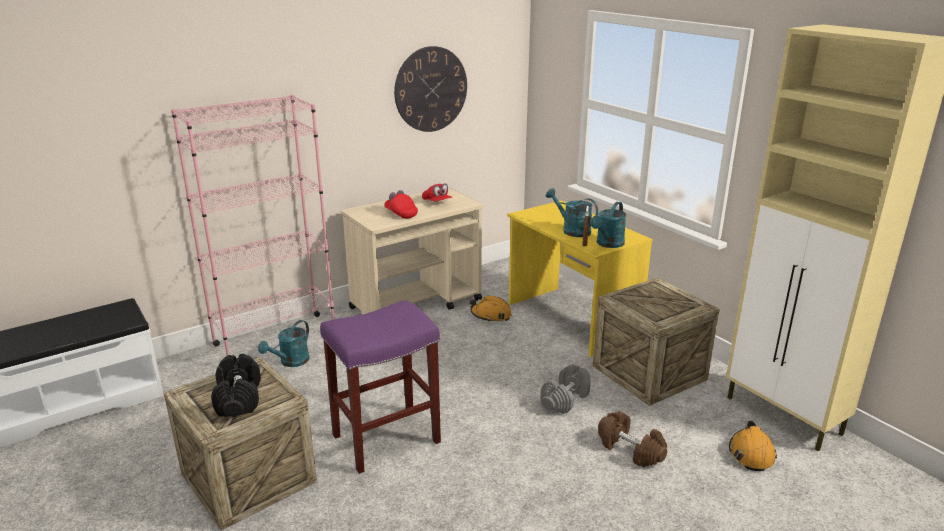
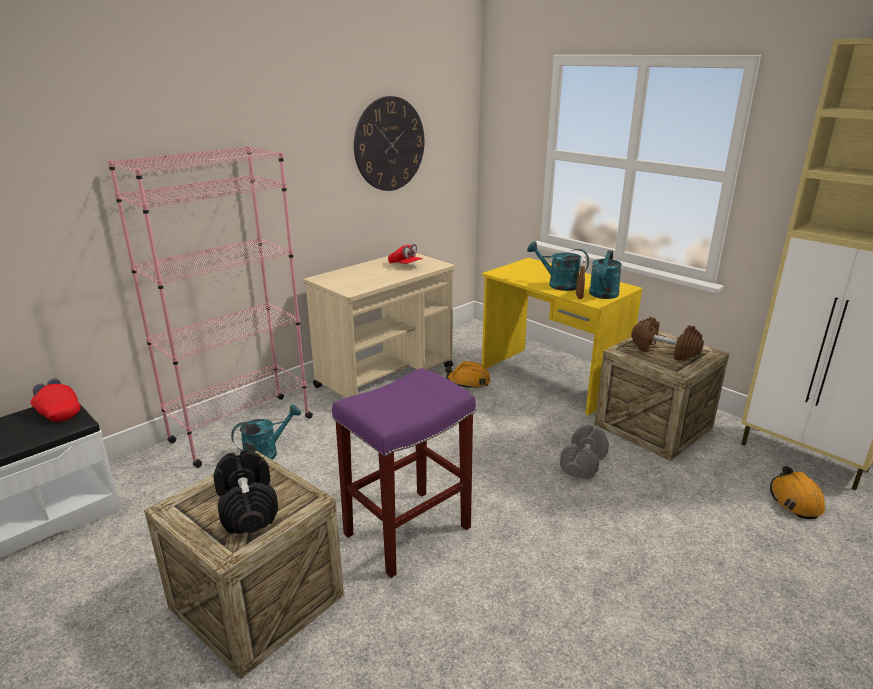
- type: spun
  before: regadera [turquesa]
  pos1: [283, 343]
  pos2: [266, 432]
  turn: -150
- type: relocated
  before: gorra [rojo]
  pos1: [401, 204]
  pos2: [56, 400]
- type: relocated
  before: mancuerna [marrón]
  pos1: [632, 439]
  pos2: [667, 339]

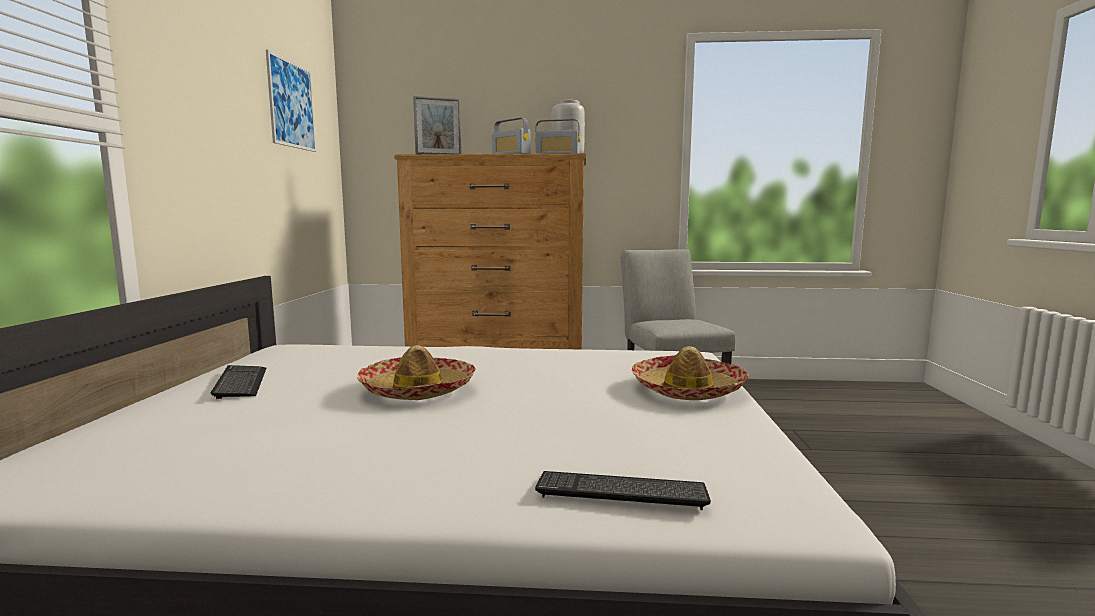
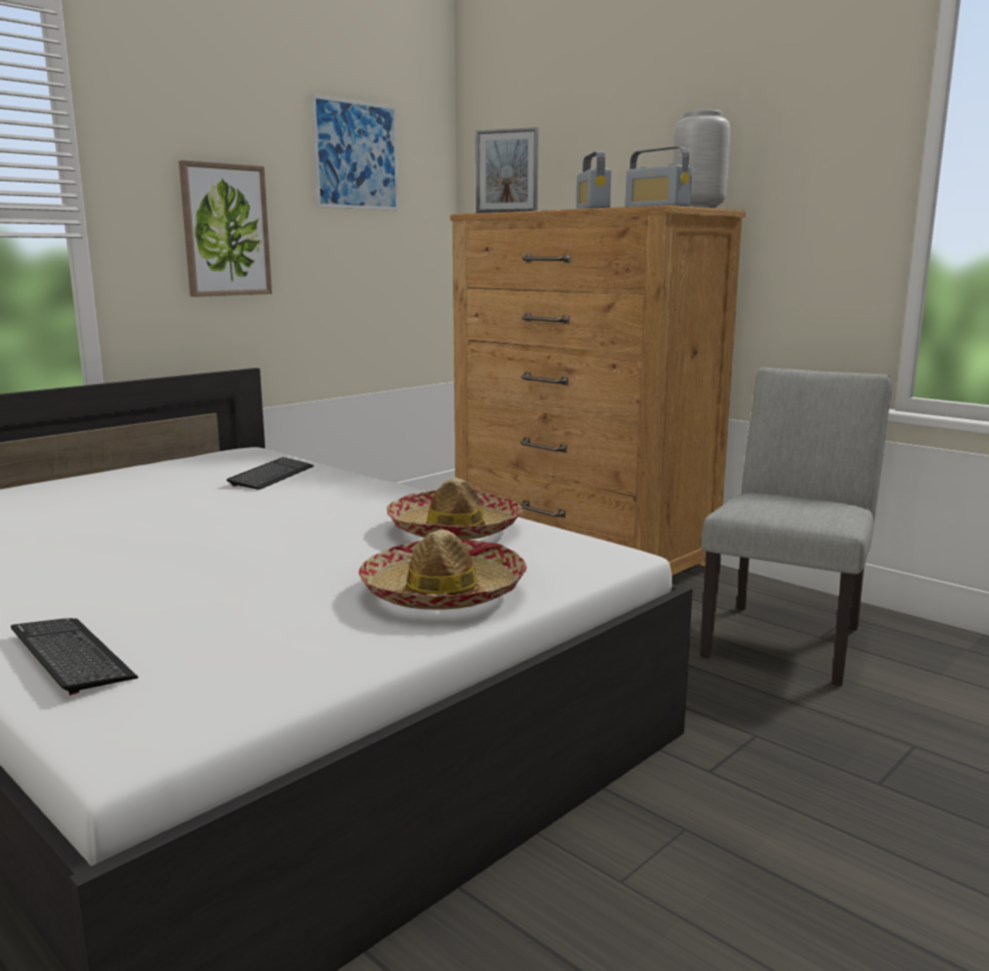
- type: relocated
  before: teclado
  pos1: [238, 382]
  pos2: [270, 473]
- type: relocated
  before: sombrero
  pos1: [416, 372]
  pos2: [454, 509]
- type: appeared
  after: cuadro
  pos2: [225, 228]

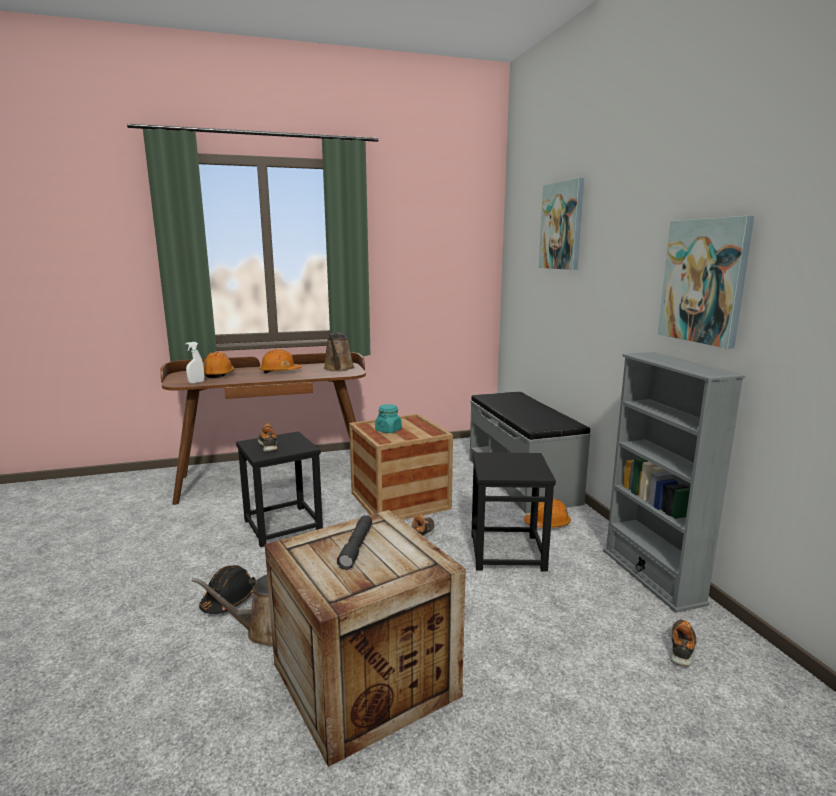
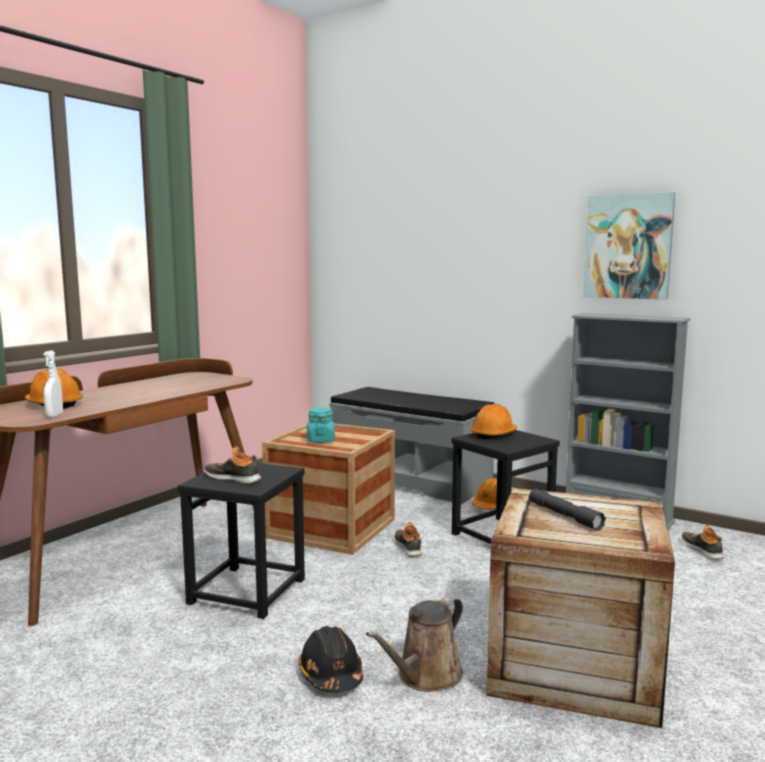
- type: relocated
  before: casco [naranja]
  pos1: [280, 361]
  pos2: [493, 421]
- type: missing
  before: regadera [marrón]
  pos1: [338, 352]
- type: missing
  before: cuadro
  pos1: [561, 224]

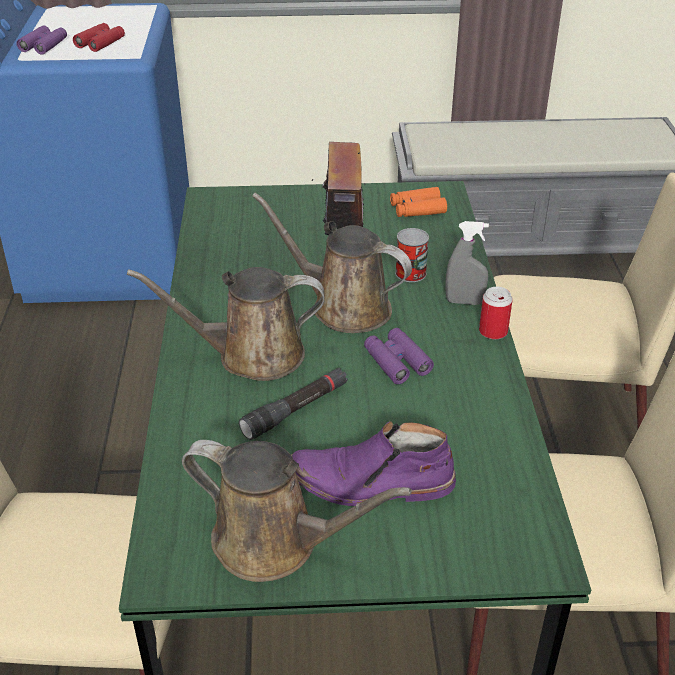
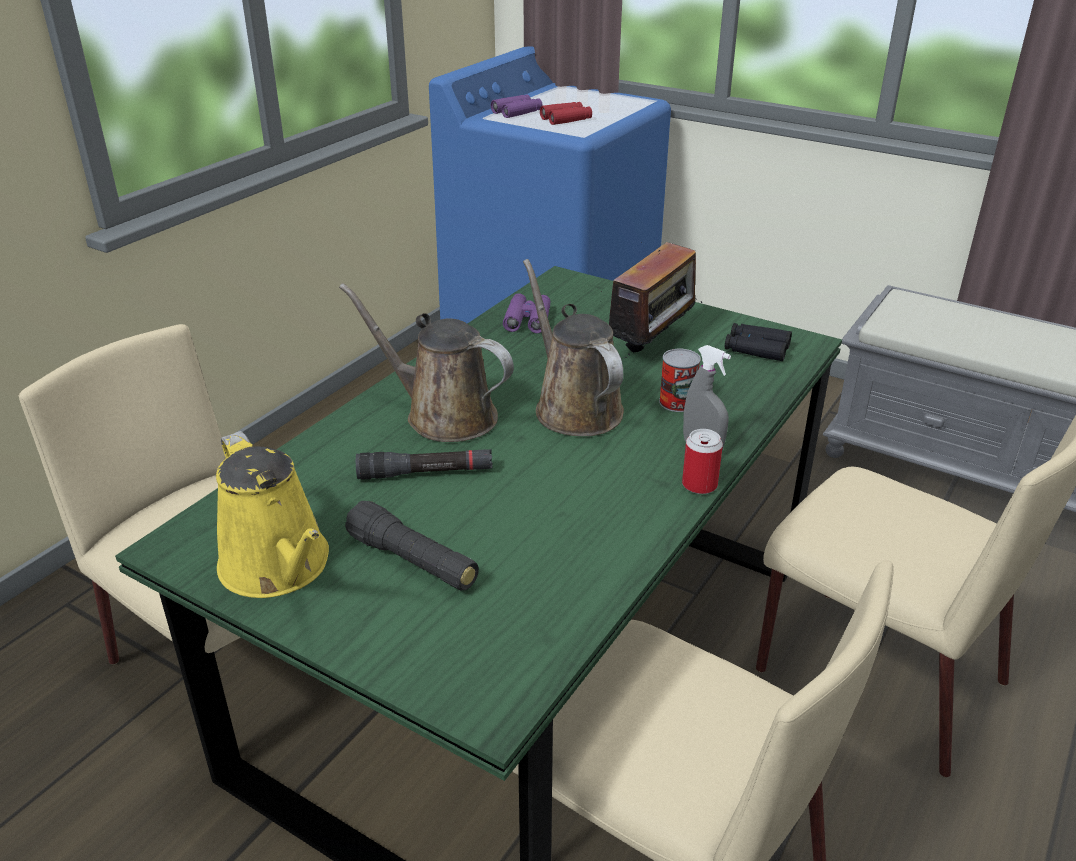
- type: colour
  before: regadera [marrón]
  after: regadera [amarillo]
  pos1: [297, 511]
  pos2: [272, 514]
- type: exchanged
  before: bota [morado]
  after: linterna [negro]
  pos1: [373, 463]
  pos2: [412, 546]
- type: relocated
  before: prismáticos [morado]
  pos1: [399, 356]
  pos2: [527, 313]
- type: colour
  before: prismáticos [naranja]
  after: prismáticos [negro]
  pos1: [418, 202]
  pos2: [758, 342]

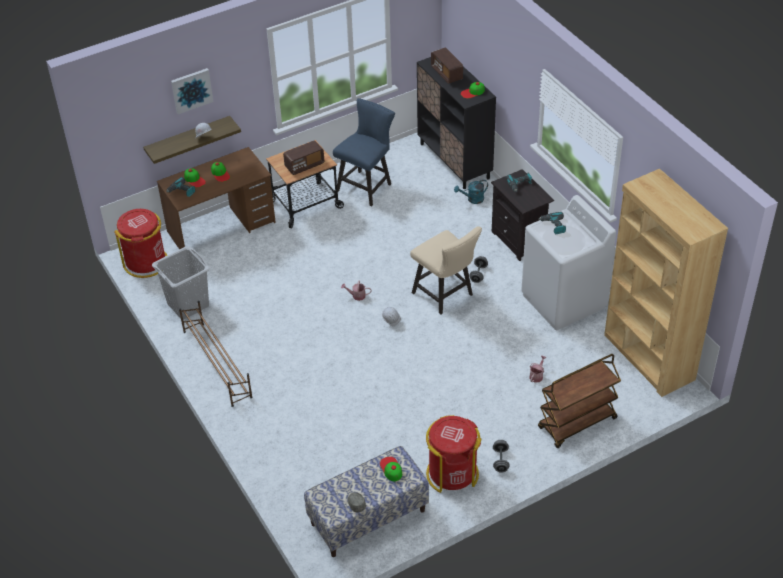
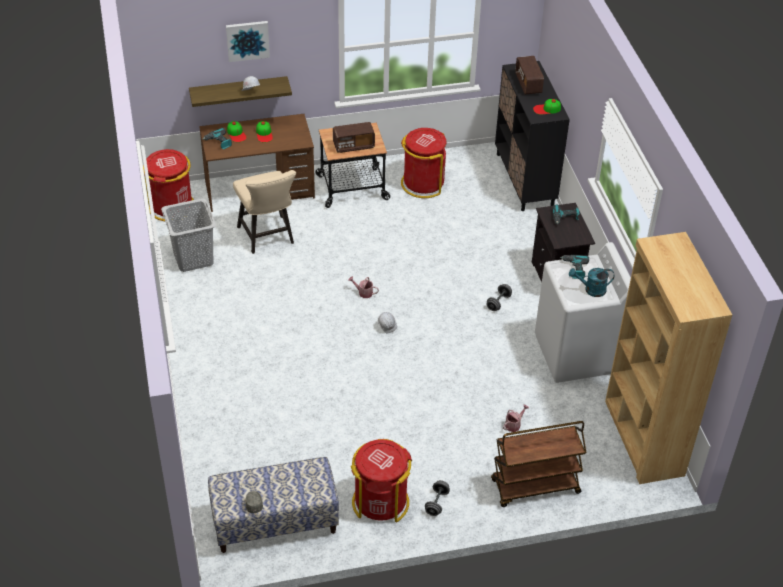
- type: missing
  before: zapatero [marrón]
  pos1: [216, 354]
- type: exchanged
  before: silla [azul]
  after: papelera [rojo]
  pos1: [364, 152]
  pos2: [424, 163]
- type: missing
  before: gorra
  pos1: [391, 469]
- type: relocated
  before: silla [beis]
  pos1: [446, 270]
  pos2: [264, 212]
- type: relocated
  before: regadera [turquesa]
  pos1: [471, 192]
  pos2: [591, 282]

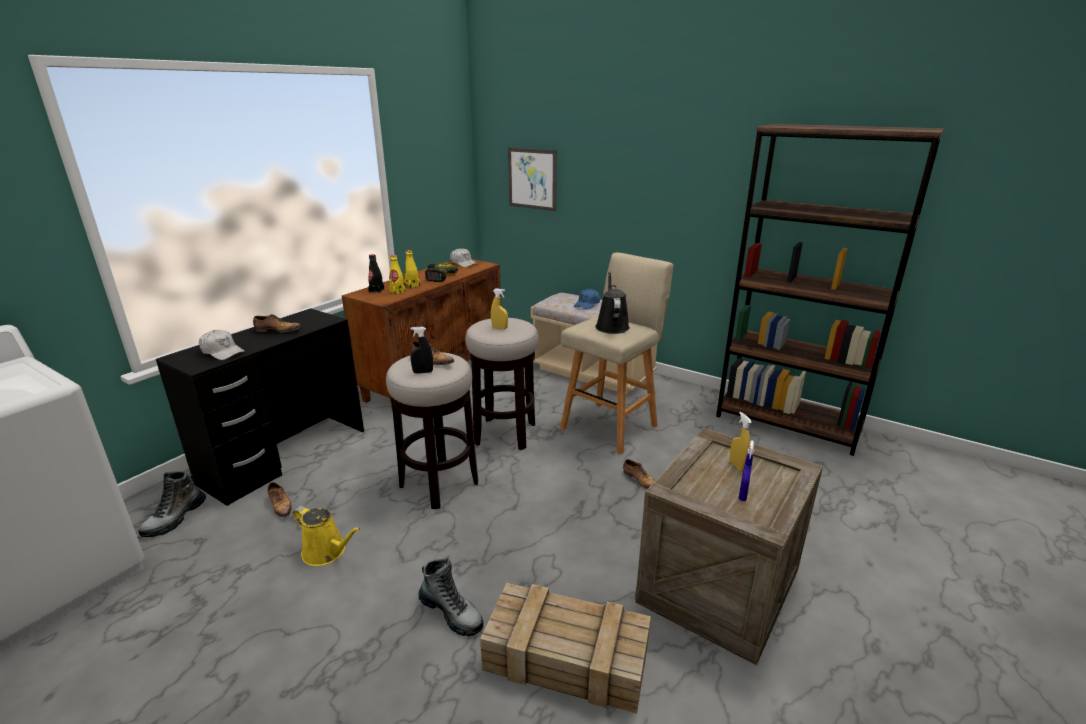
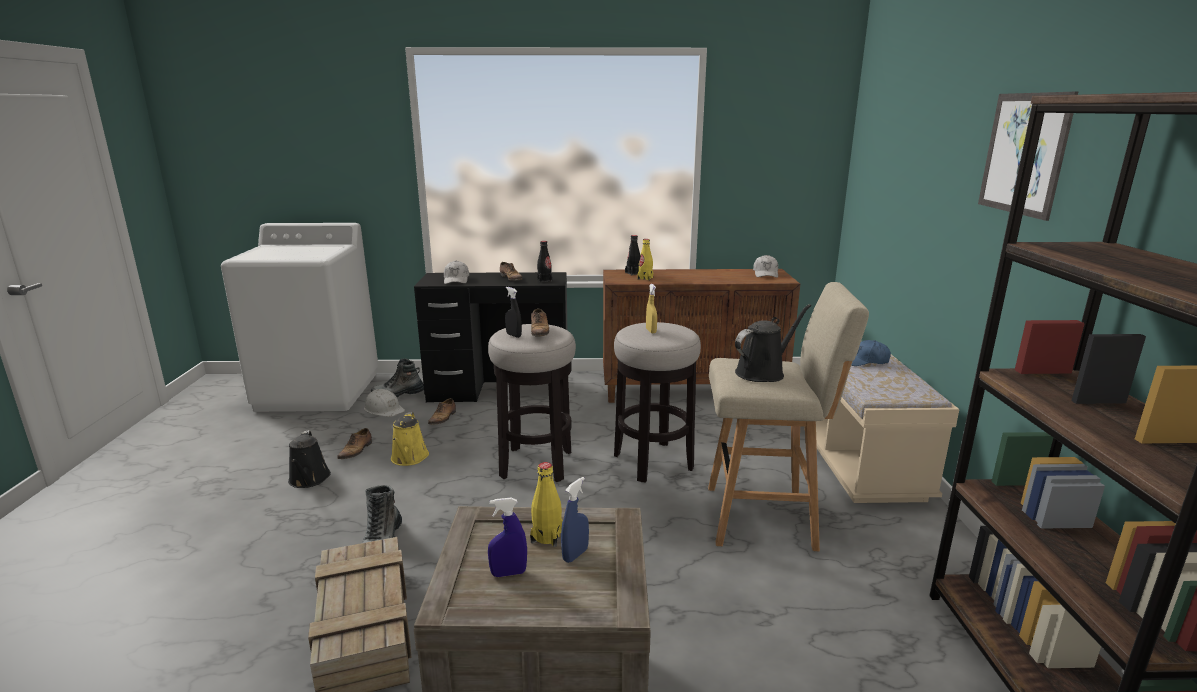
- type: relocated
  before: botella [amarillo]
  pos1: [412, 269]
  pos2: [546, 504]
- type: missing
  before: taladro
  pos1: [441, 272]
- type: relocated
  before: cuadro
  pos1: [532, 179]
  pos2: [1028, 156]
- type: relocated
  before: zapato
  pos1: [639, 474]
  pos2: [354, 443]
- type: colour
  before: pulverizador [amarillo]
  after: pulverizador [azul]
  pos1: [741, 441]
  pos2: [575, 520]
- type: appeared
  after: regadera [negro]
  pos2: [309, 459]
- type: appeared
  after: casco [blanco]
  pos2: [384, 403]
- type: appeared
  after: botella [negro]
  pos2: [544, 261]

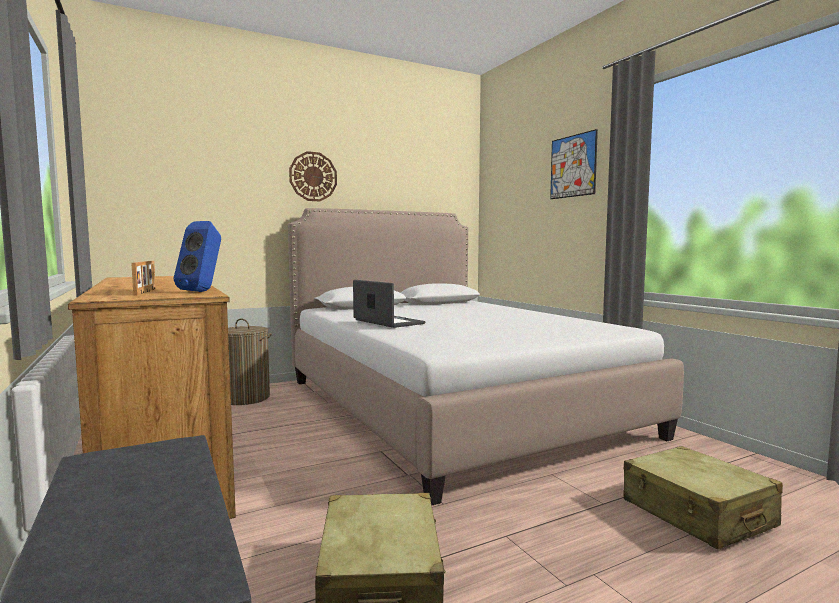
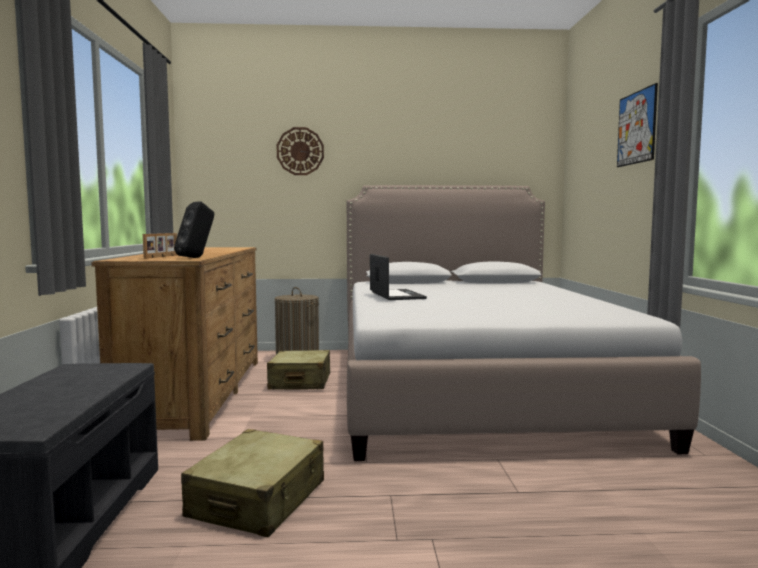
- type: colour
  before: altavoz [azul]
  after: altavoz [negro]
  pos1: [197, 256]
  pos2: [194, 229]
- type: relocated
  before: reloj de pared
  pos1: [313, 176]
  pos2: [300, 151]
- type: relocated
  before: maleta [beis]
  pos1: [703, 497]
  pos2: [298, 370]

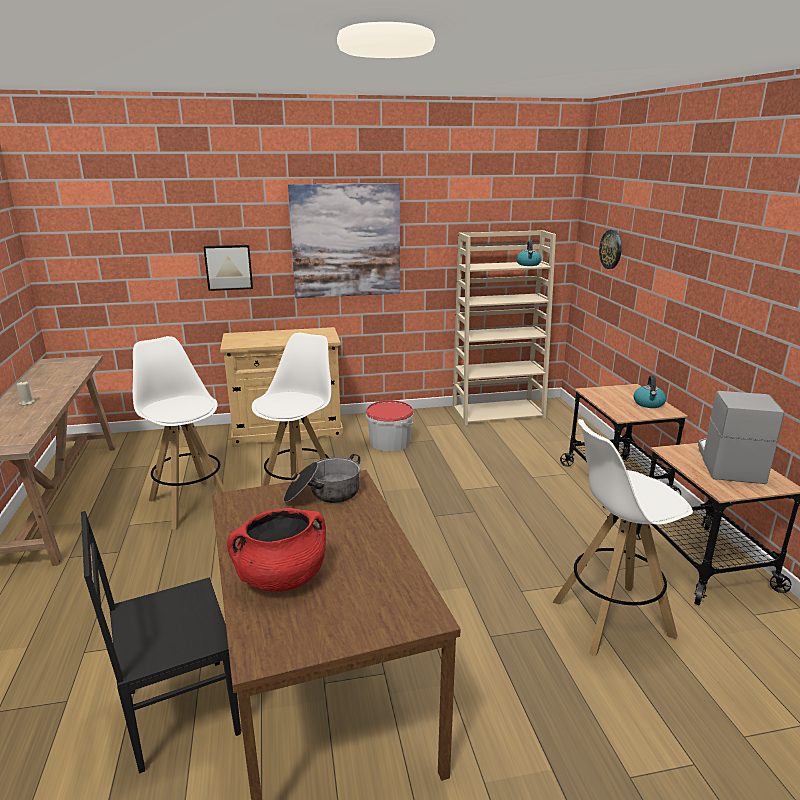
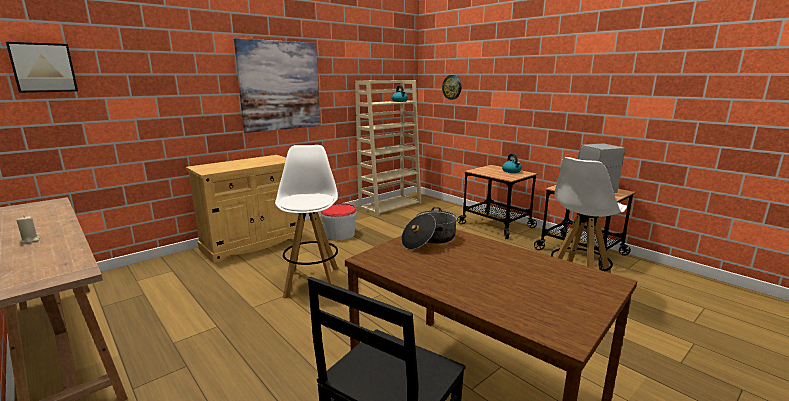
- type: missing
  before: taburete [blanco]
  pos1: [179, 433]
- type: relocated
  before: cuadro
  pos1: [228, 268]
  pos2: [42, 67]
- type: missing
  before: olla [rojo]
  pos1: [276, 550]

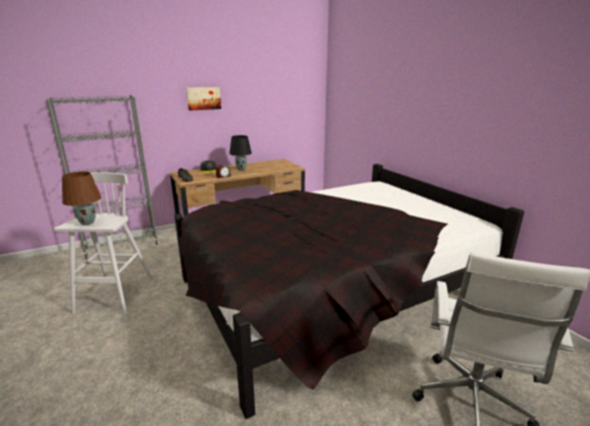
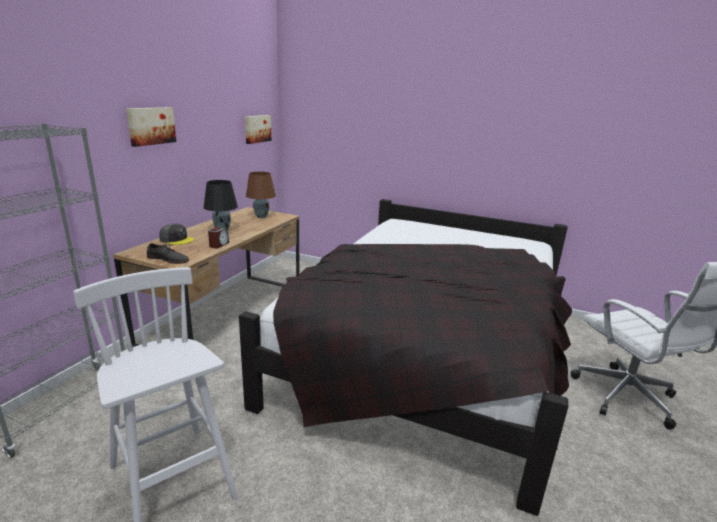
- type: relocated
  before: lámpara de mesa [marrón]
  pos1: [81, 198]
  pos2: [261, 195]
- type: appeared
  after: cuadro
  pos2: [258, 129]

